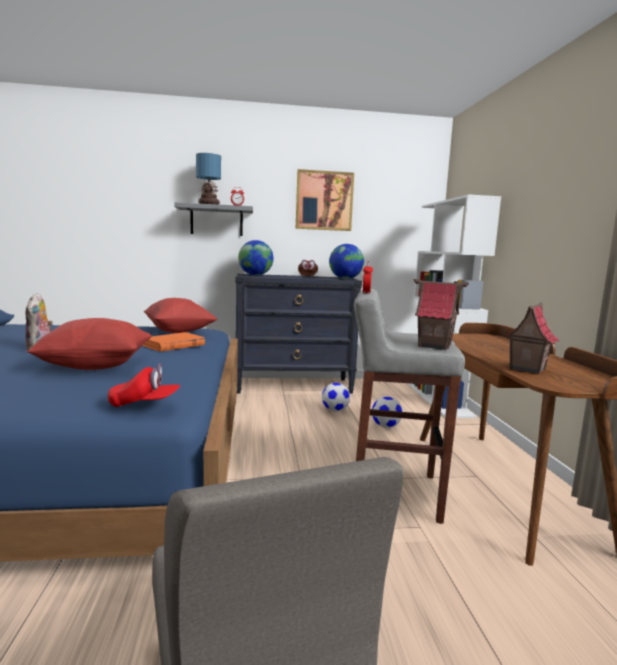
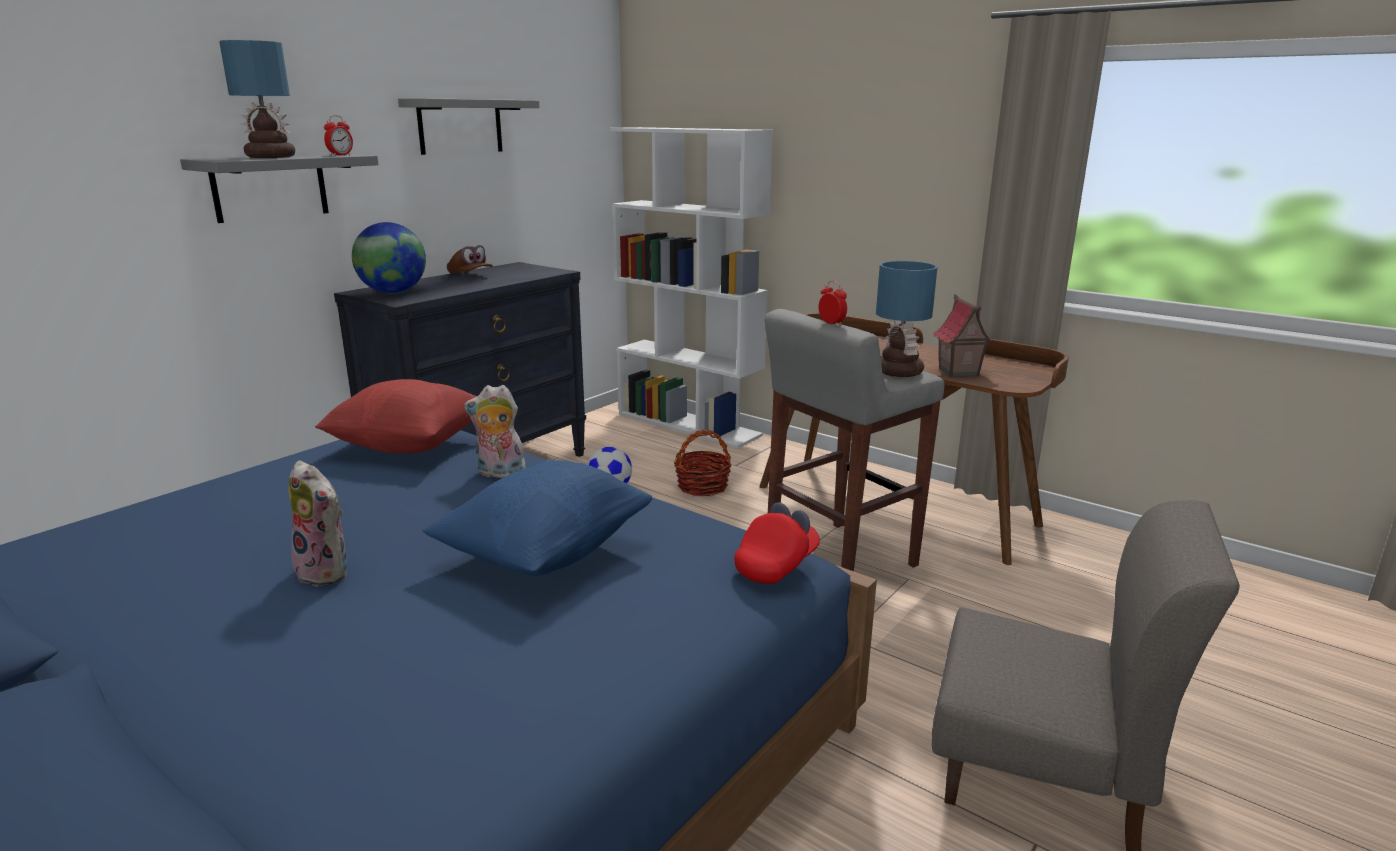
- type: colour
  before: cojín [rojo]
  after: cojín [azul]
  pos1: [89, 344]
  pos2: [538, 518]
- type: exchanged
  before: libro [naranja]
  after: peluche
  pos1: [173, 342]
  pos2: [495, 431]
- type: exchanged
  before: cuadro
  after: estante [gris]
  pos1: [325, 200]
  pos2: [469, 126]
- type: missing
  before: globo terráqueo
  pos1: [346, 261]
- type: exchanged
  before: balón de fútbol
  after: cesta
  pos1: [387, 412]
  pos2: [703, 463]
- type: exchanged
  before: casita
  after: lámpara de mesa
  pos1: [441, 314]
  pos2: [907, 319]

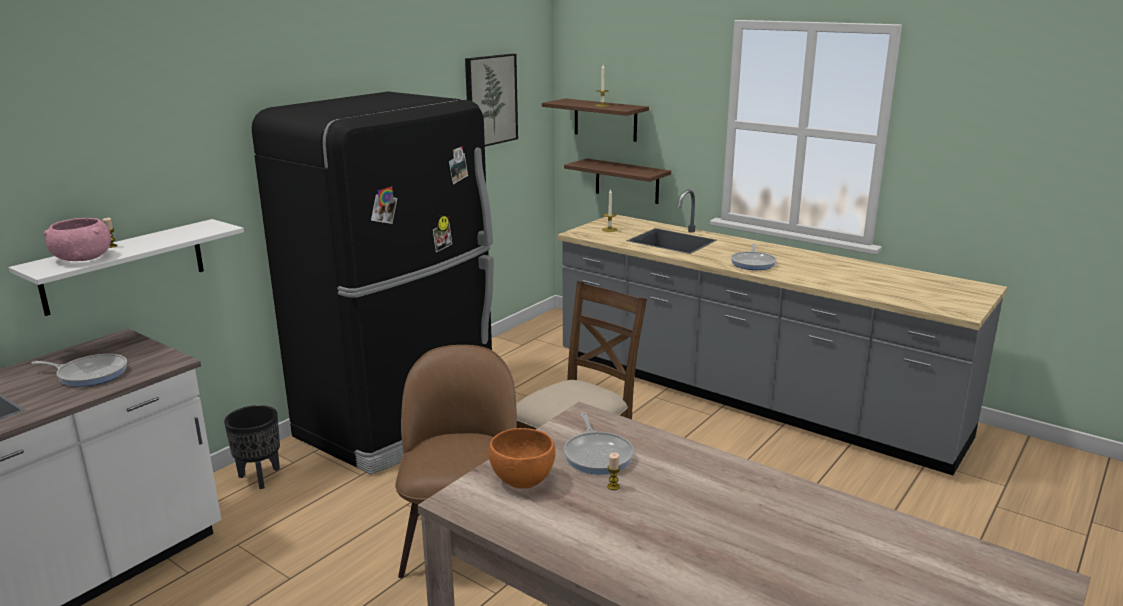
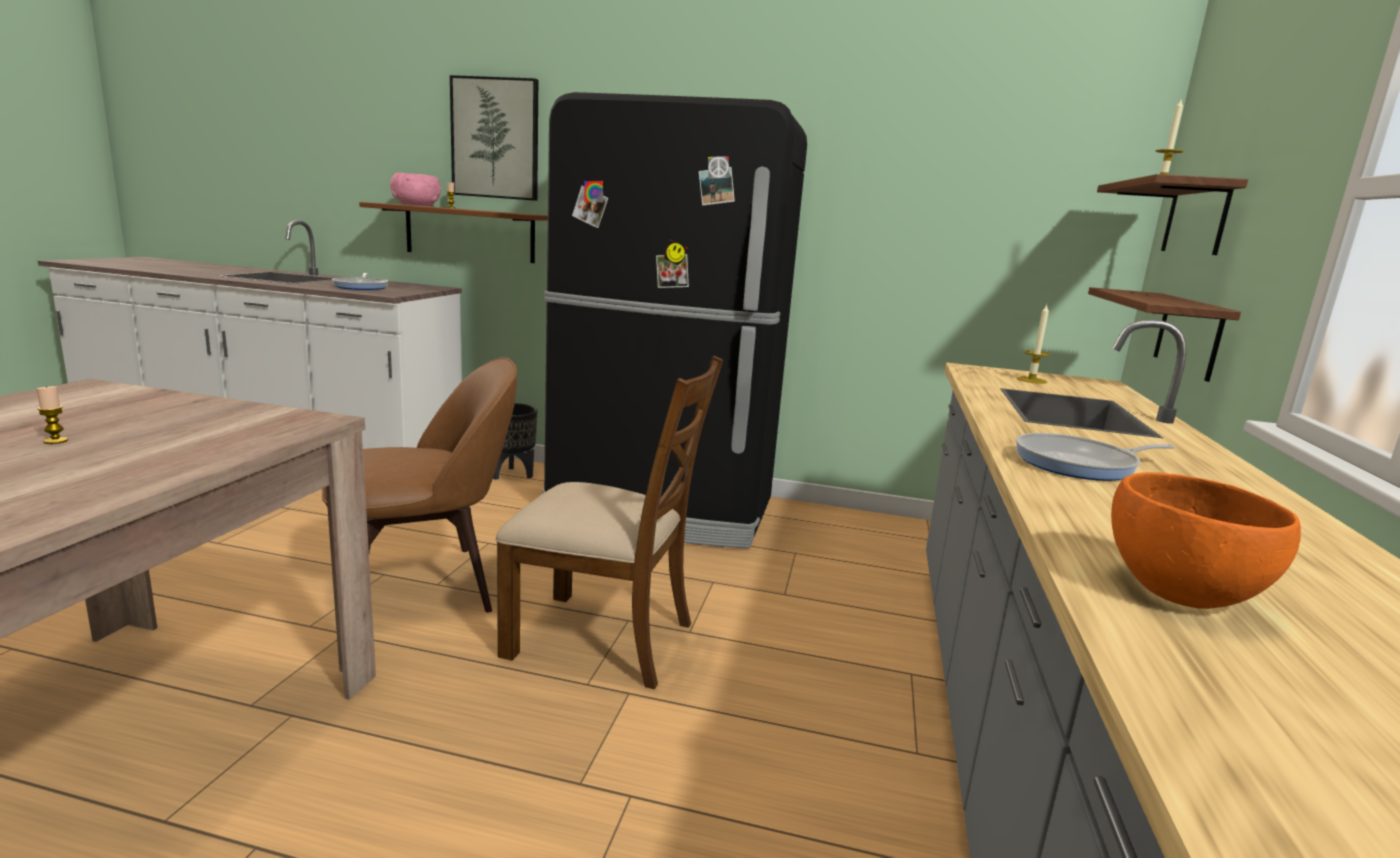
- type: colour
  before: estante [blanco]
  after: estante [marrón]
  pos1: [126, 267]
  pos2: [453, 232]
- type: relocated
  before: cuadro
  pos1: [491, 100]
  pos2: [494, 138]
- type: relocated
  before: cuenco [naranja]
  pos1: [522, 458]
  pos2: [1206, 540]
- type: missing
  before: sartén
  pos1: [599, 444]

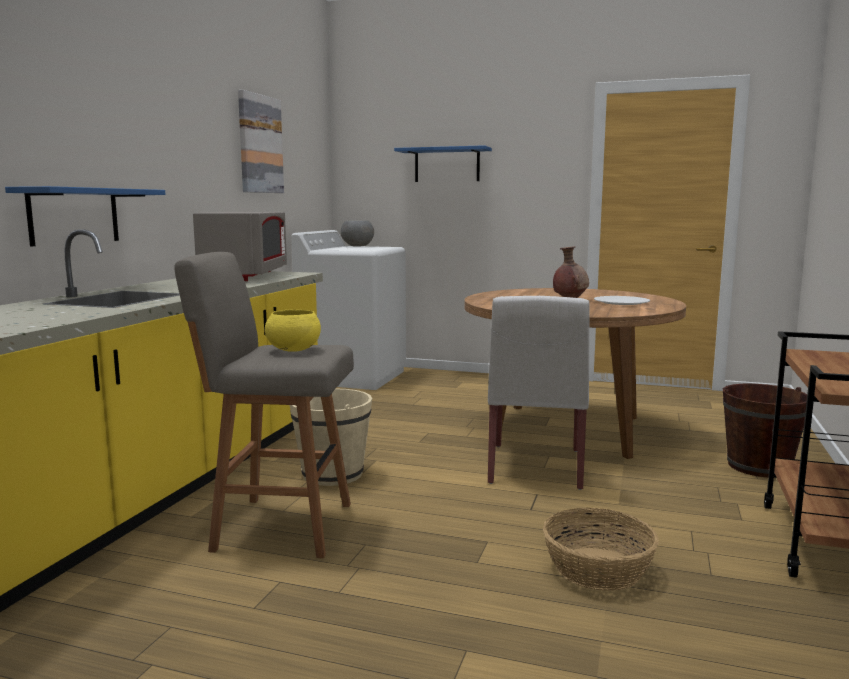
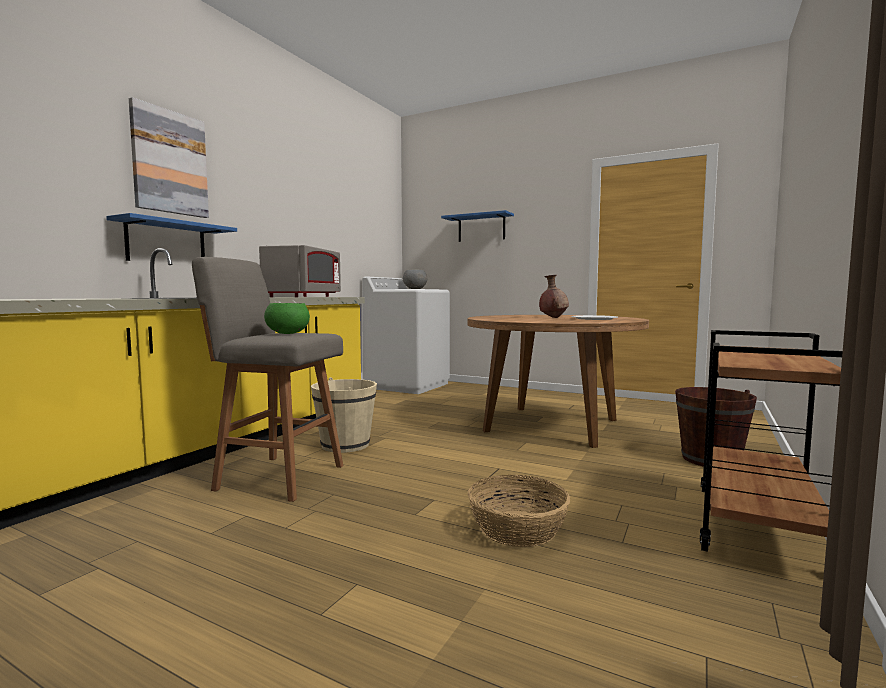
- type: relocated
  before: cuadro
  pos1: [261, 141]
  pos2: [169, 157]
- type: colour
  before: cuenco [amarillo]
  after: cuenco [verde]
  pos1: [293, 331]
  pos2: [287, 318]
- type: missing
  before: silla [blanco]
  pos1: [539, 393]

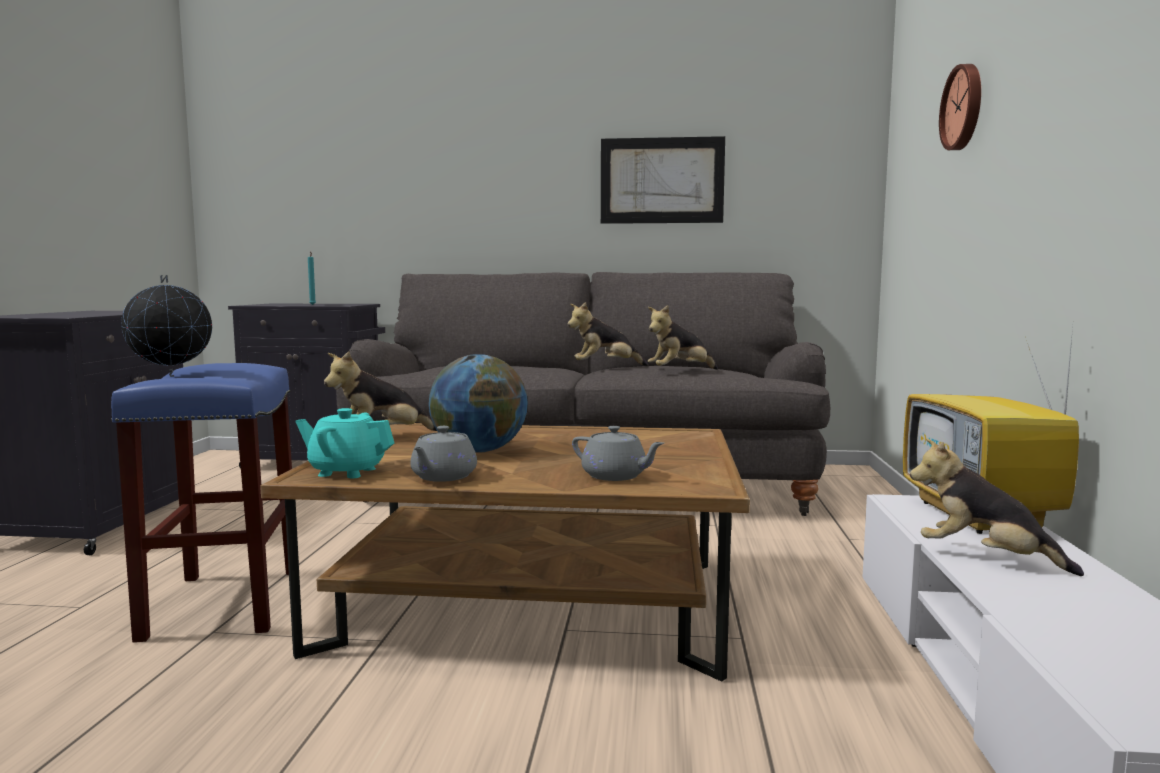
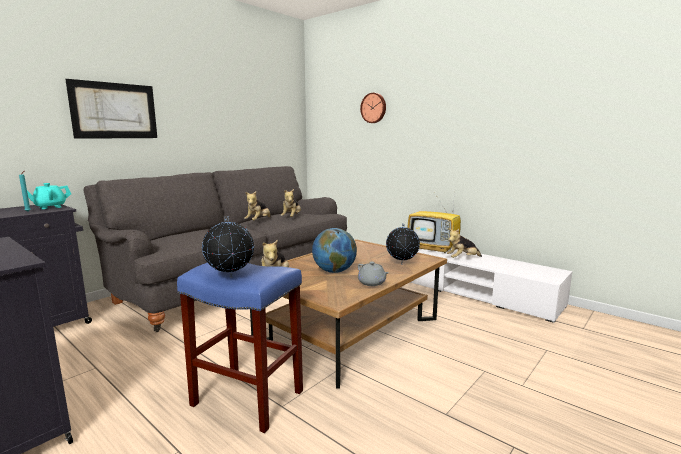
- type: relocated
  before: tetera [turquesa]
  pos1: [345, 443]
  pos2: [49, 196]
- type: exchanged
  before: tetera [gris]
  after: globo terráqueo
  pos1: [618, 453]
  pos2: [403, 244]
- type: relocated
  before: cuadro
  pos1: [663, 180]
  pos2: [111, 109]

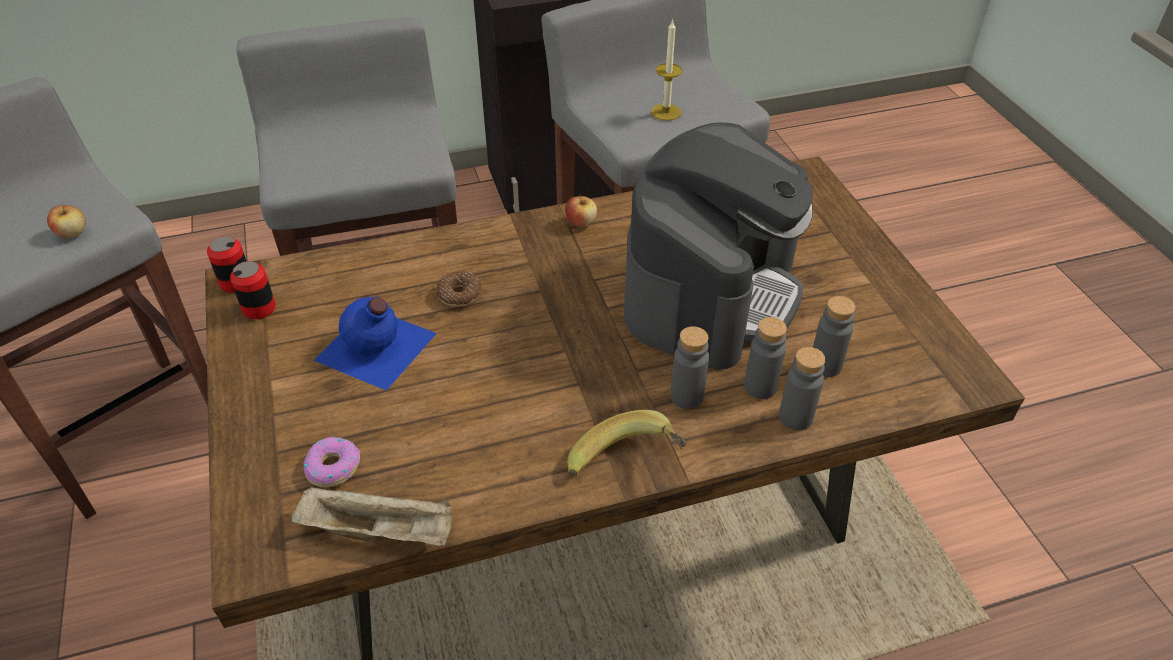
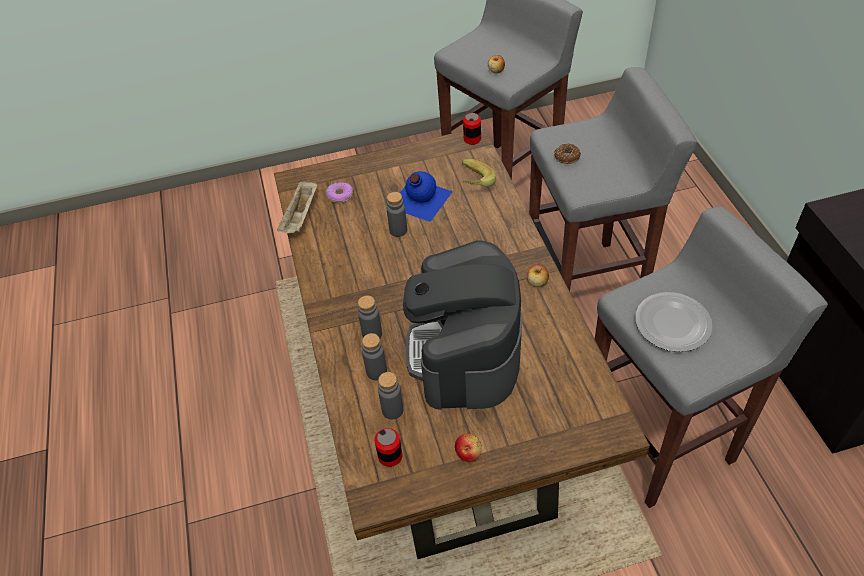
- type: relocated
  before: lata
  pos1: [253, 290]
  pos2: [388, 447]
- type: relocated
  before: rosquilla
  pos1: [459, 289]
  pos2: [567, 153]
- type: relocated
  before: plátano
  pos1: [626, 443]
  pos2: [479, 172]
- type: spun
  before: cafetera
  pos1: [718, 246]
  pos2: [462, 325]
  turn: 60
- type: exchanged
  before: vela
  after: plato
  pos1: [666, 70]
  pos2: [674, 322]
- type: relocated
  before: botella [gris]
  pos1: [802, 388]
  pos2: [397, 214]
- type: appeared
  after: manzana
  pos2: [468, 448]

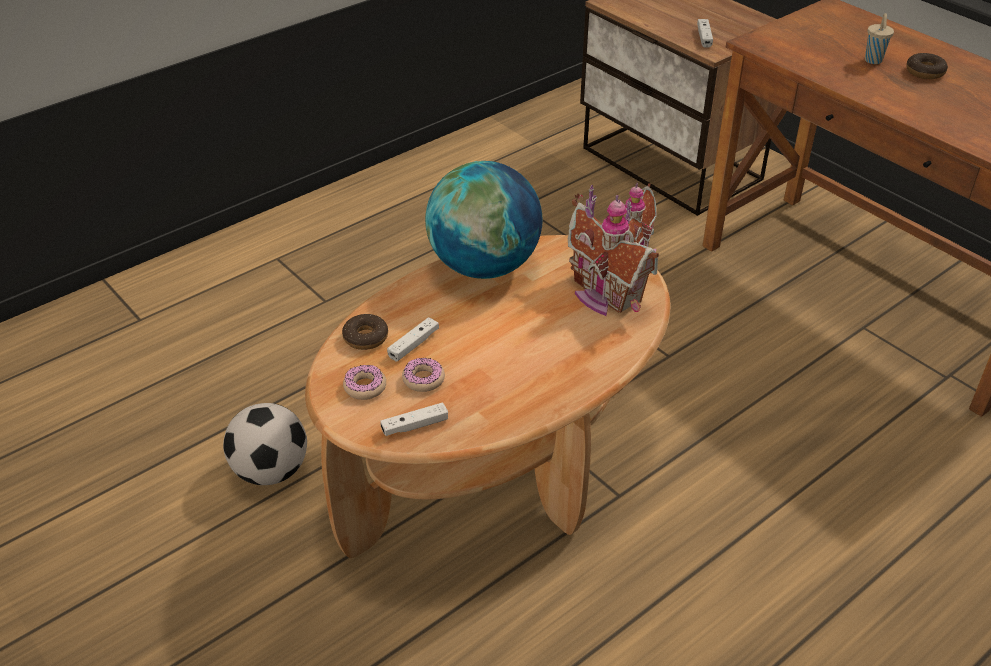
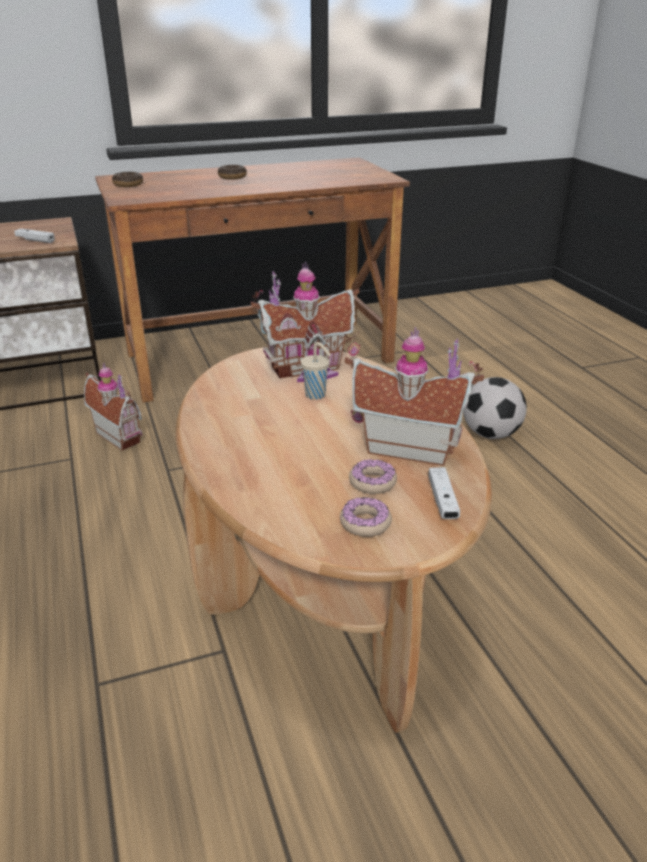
- type: relocated
  before: balón de fútbol
  pos1: [265, 444]
  pos2: [495, 408]
- type: relocated
  before: rosquilla
  pos1: [365, 331]
  pos2: [127, 179]
- type: missing
  before: mando de consola [blanco]
  pos1: [413, 339]
- type: missing
  before: globo terráqueo
  pos1: [483, 220]
- type: relocated
  before: taza [beis]
  pos1: [879, 38]
  pos2: [316, 371]
- type: appeared
  after: casita
  pos2: [414, 396]

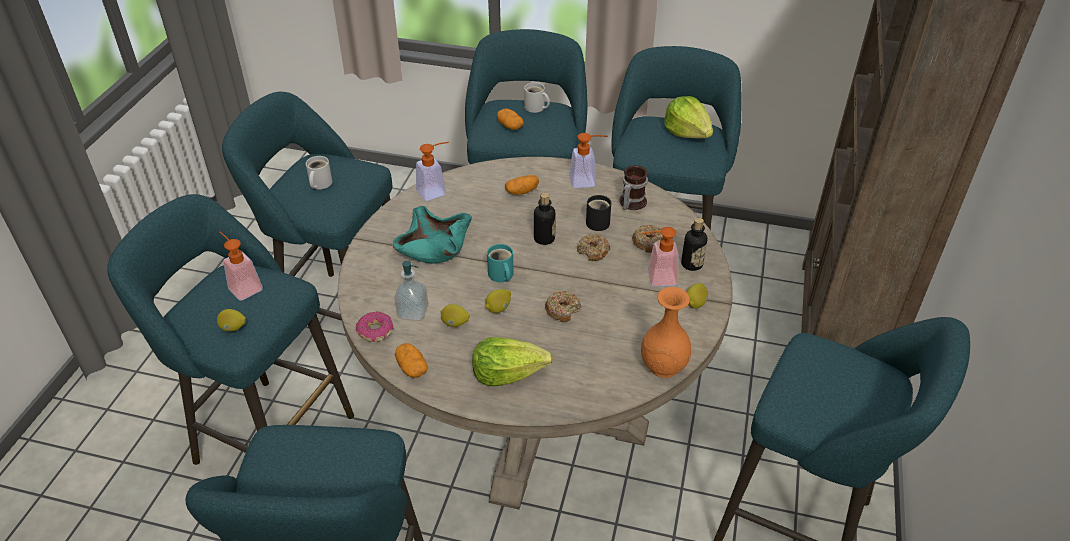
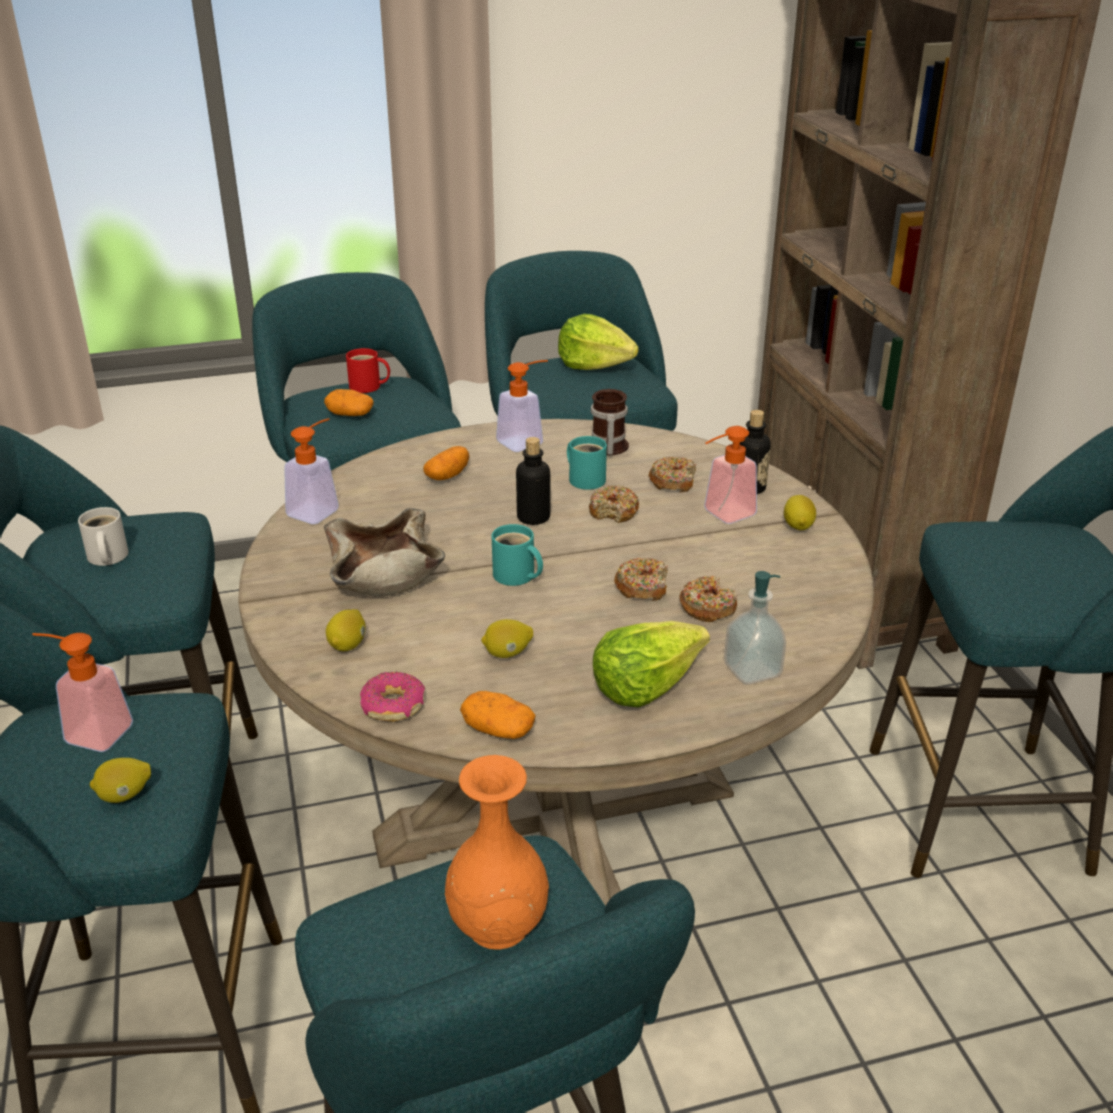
- type: colour
  before: cuenco [turquesa]
  after: cuenco [beis]
  pos1: [432, 235]
  pos2: [384, 552]
- type: relocated
  before: dispensador de jabón
  pos1: [411, 291]
  pos2: [755, 628]
- type: relocated
  before: limón
  pos1: [498, 301]
  pos2: [345, 630]
- type: colour
  before: taza grande [blanco]
  after: taza grande [rojo]
  pos1: [537, 97]
  pos2: [368, 370]
- type: colour
  before: taza grande [negro]
  after: taza grande [turquesa]
  pos1: [598, 213]
  pos2: [587, 463]
- type: relocated
  before: florero [naranja]
  pos1: [666, 332]
  pos2: [497, 852]
- type: appeared
  after: rosquilla
  pos2: [708, 599]

